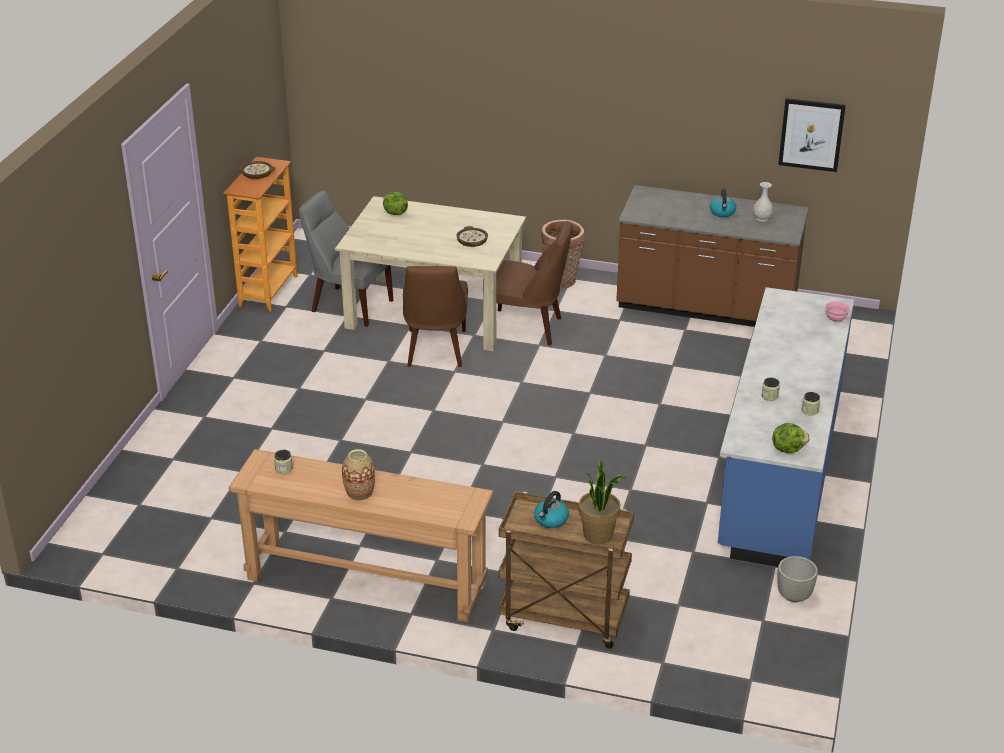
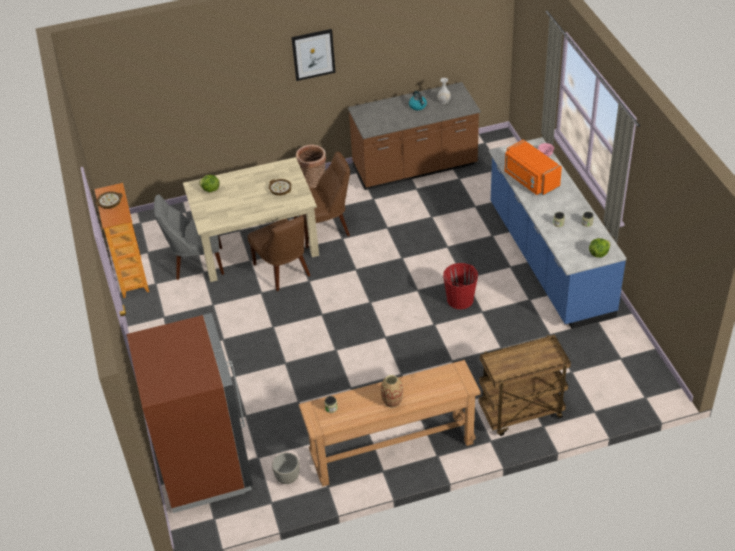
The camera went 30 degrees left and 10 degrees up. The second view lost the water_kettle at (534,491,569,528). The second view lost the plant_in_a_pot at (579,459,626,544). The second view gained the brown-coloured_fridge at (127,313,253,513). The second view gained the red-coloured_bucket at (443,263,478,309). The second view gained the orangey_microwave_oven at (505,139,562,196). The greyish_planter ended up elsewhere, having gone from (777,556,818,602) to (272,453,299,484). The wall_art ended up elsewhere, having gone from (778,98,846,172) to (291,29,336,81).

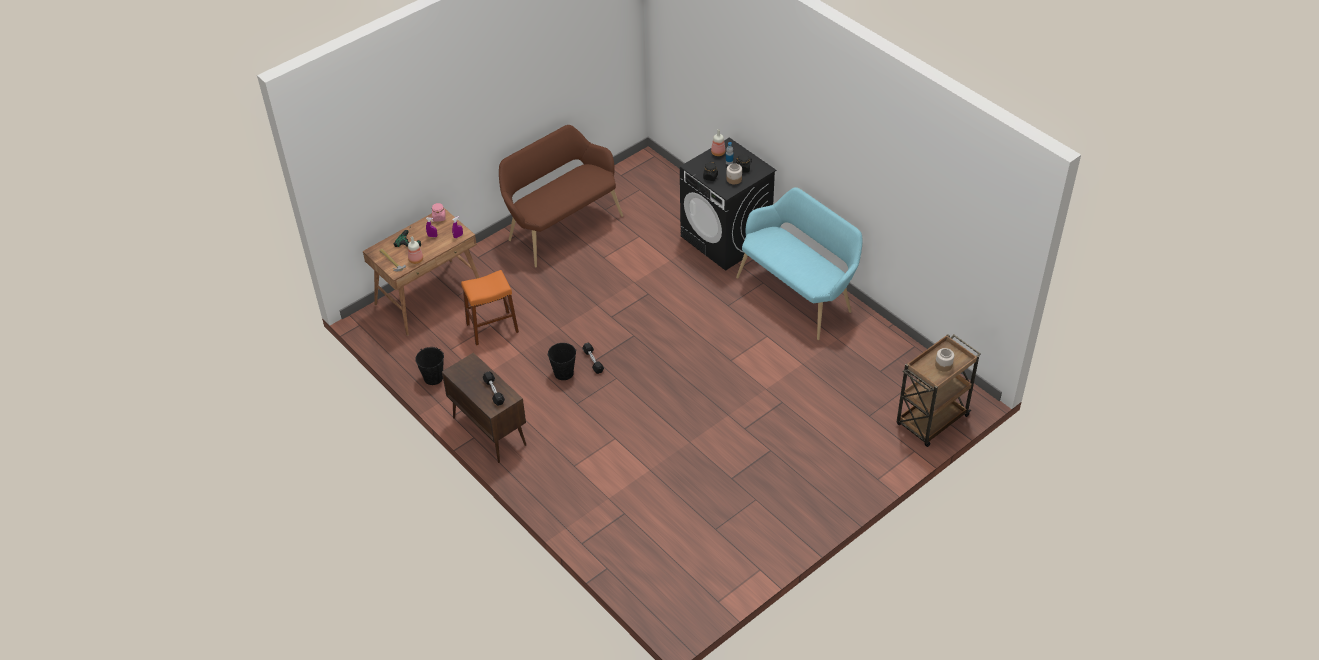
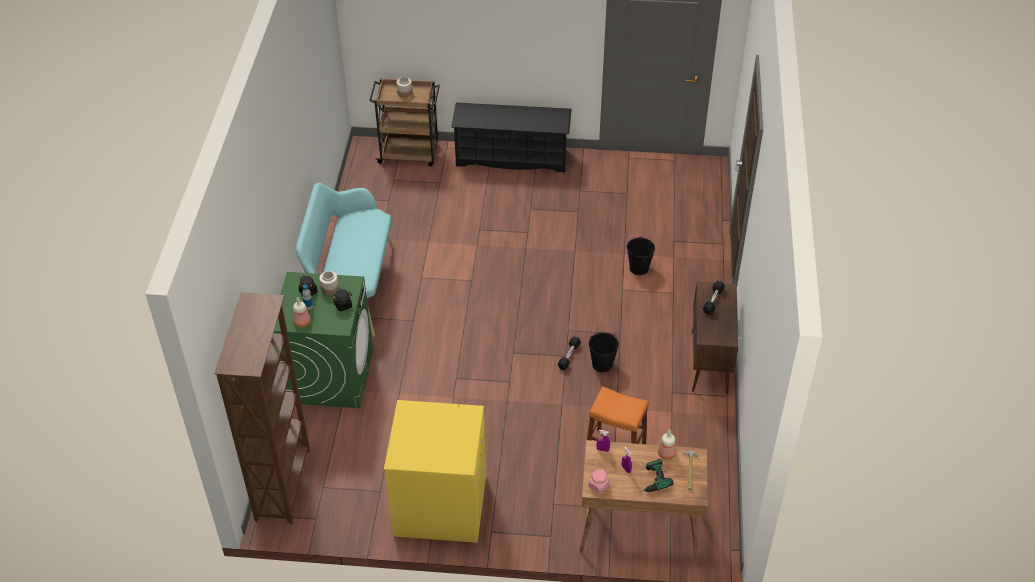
The camera went 135 degrees left and 0 degrees up. The second view gained the brown-coloured_bookcase at (215,292,310,524). The second view gained the black_shoe_shelf at (451,103,572,173). The black_bucket ended up elsewhere, having gone from (415,347,444,385) to (627,236,655,275). Where the brown-coloured_long_seat stood at (499,125,623,267), the yellowish_laundry_appliance came to stand at (384,400,486,543). What was the black_laundry_appliance at (680,137,776,271) turned into the greenish_laundry_appliance at (274,272,373,408).

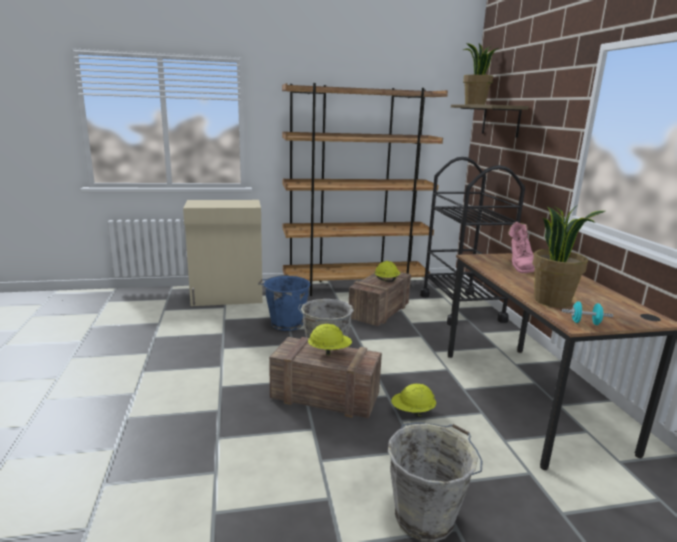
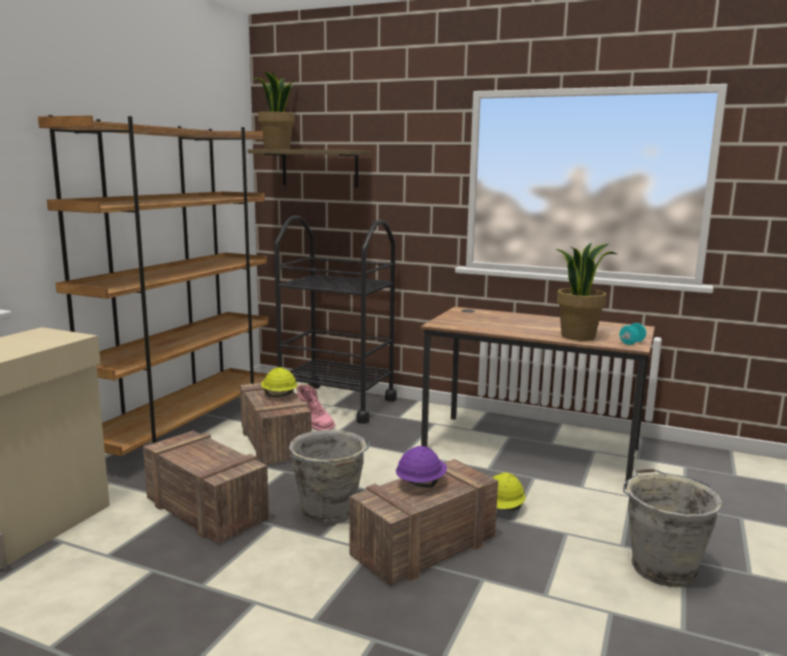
The camera went 55 degrees left and 5 degrees down. The pink-coloured_boot ended up elsewhere, having gone from (508,222,535,273) to (296,384,335,431). Where the blue_bucket stood at (258,275,311,331), the crate came to stand at (143,431,269,544). What was the yellowish_safety_helmet at (308,324,352,355) turned into the purple_safety_helmet at (396,446,447,488).

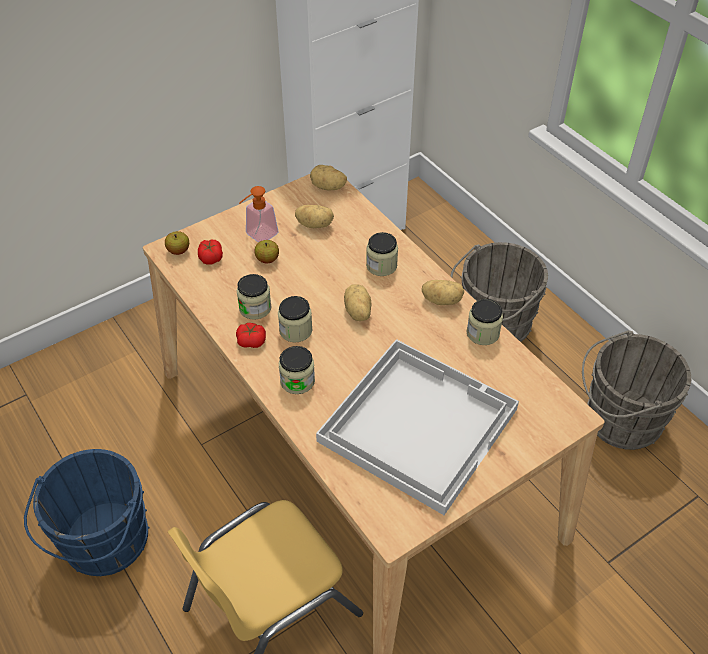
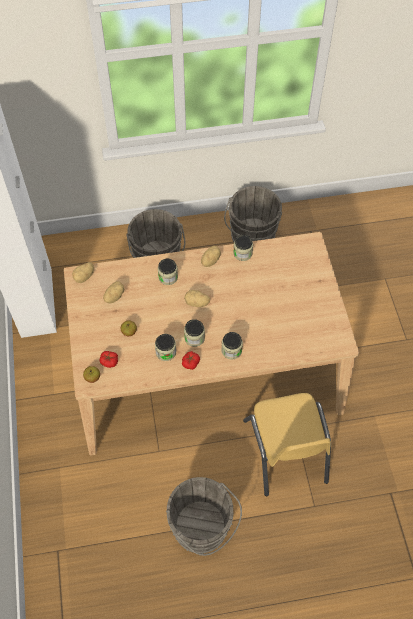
The camera went 65 degrees left and 10 degrees up. The second view lost the soap_bottle at (239,186,279,243). The second view lost the white-coloured_carrying_tray at (316,339,519,515). What was the blue_bucket at (24,449,150,577) turned into the greyish_bucket at (166,477,242,556).

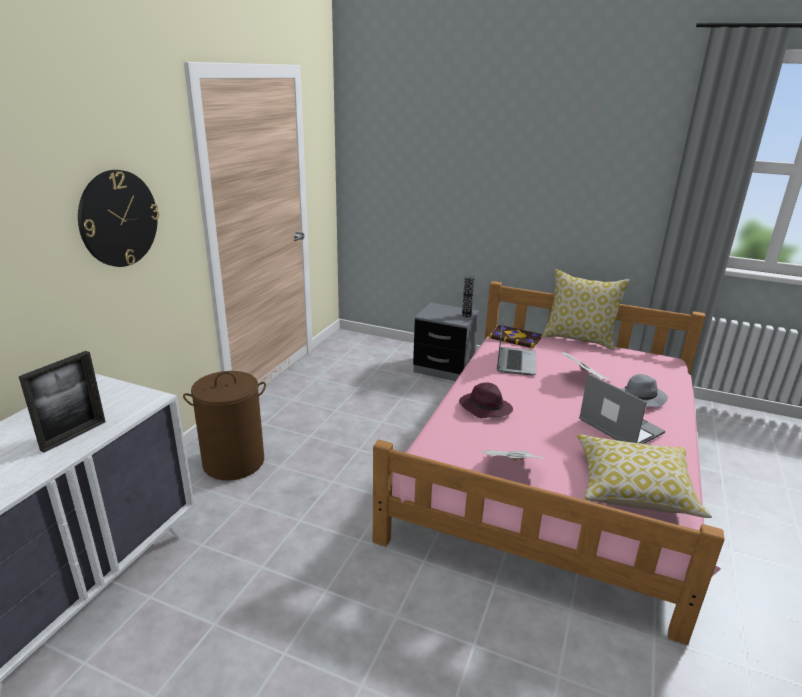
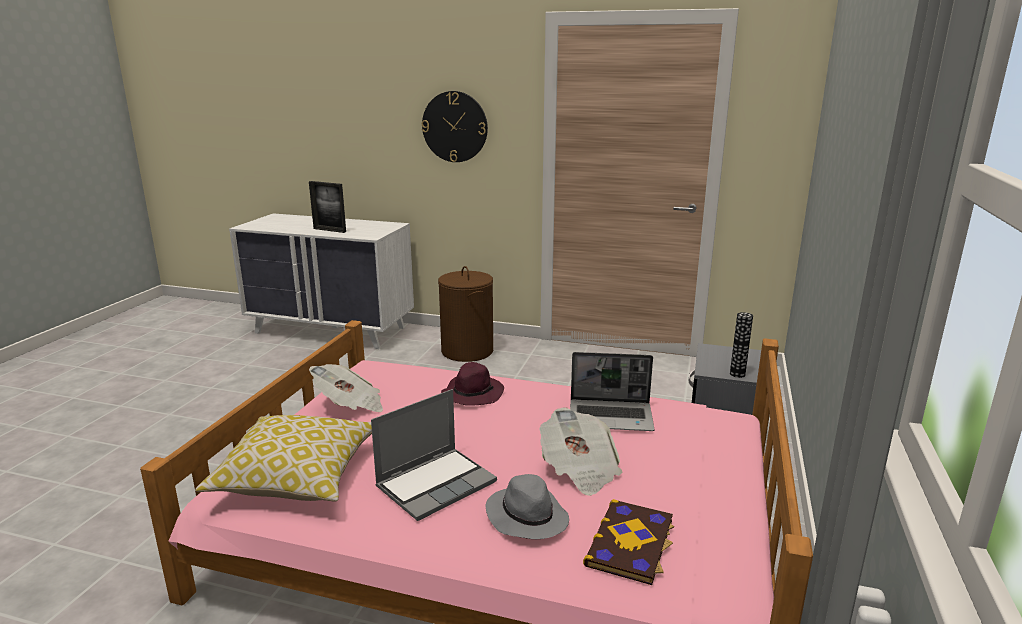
The camera went 85 degrees right and 5 degrees down. The second view lost the pillow at (542,269,630,350). The book ended up elsewhere, having gone from (489,325,542,348) to (583,499,674,585).

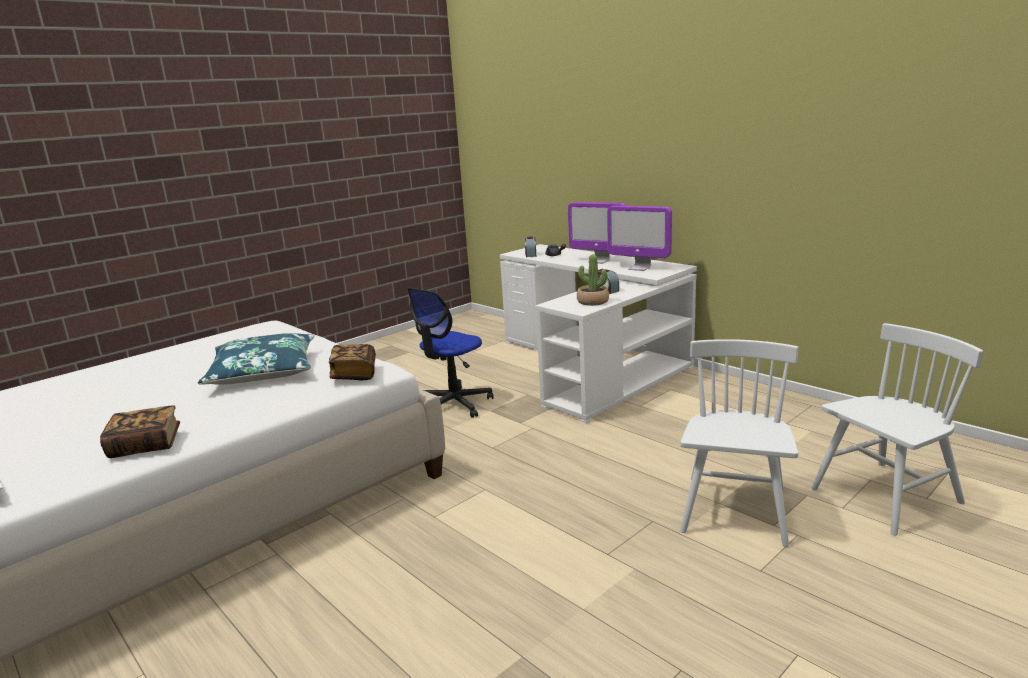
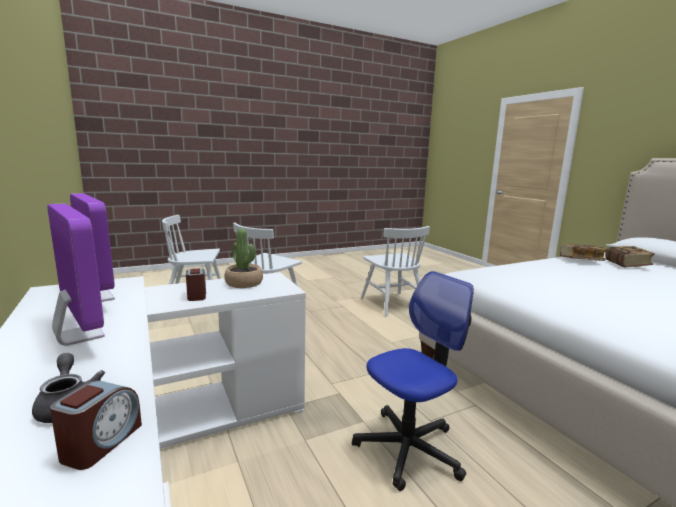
The camera went 165 degrees left and 5 degrees down. The second view lost the blue_pillow at (198,333,314,385). The second view gained the white-coloured_plain_chair at (361,226,430,317). The book ended up elsewhere, having gone from (329,344,376,380) to (605,246,655,267).

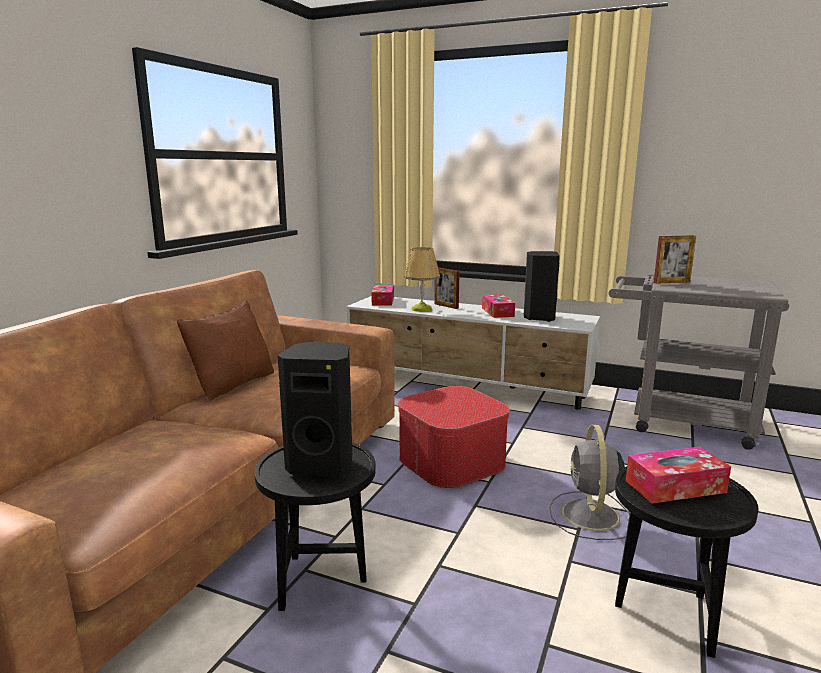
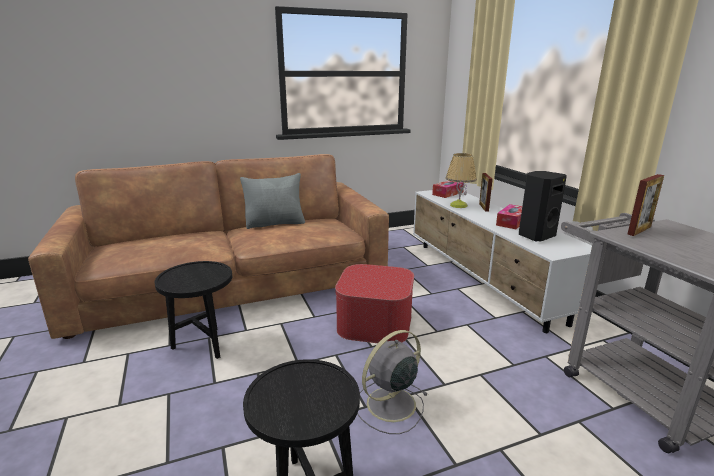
The camera went 45 degrees right and 5 degrees up. The second view lost the black_audio_speaker at (278,342,352,477). The second view lost the tissue_box at (626,447,731,504). What was the brown-coloured_pillow at (177,300,274,401) turned into the greyish_pillow at (240,173,305,229). The photo_frame at (654,236,696,284) ended up facing another way, 75 degrees counterclockwise from before.

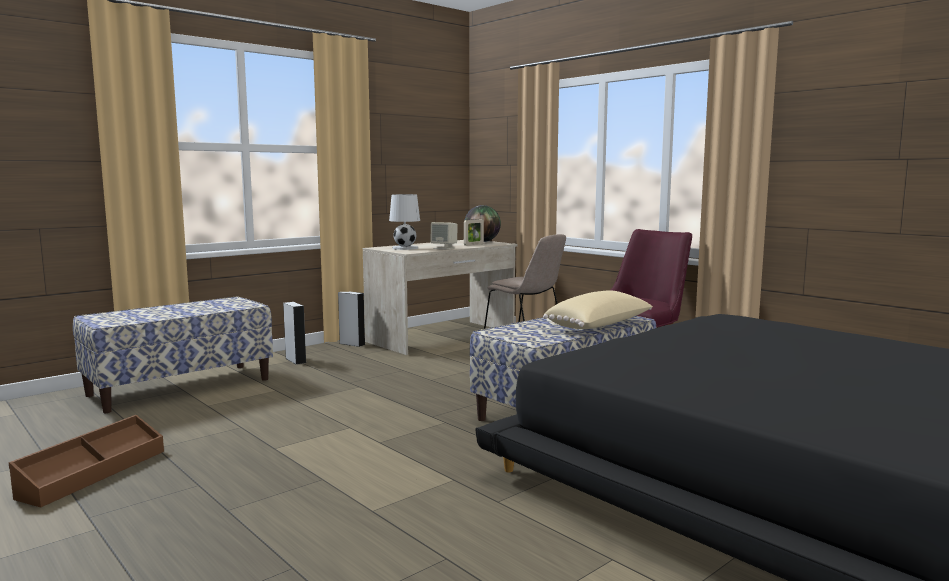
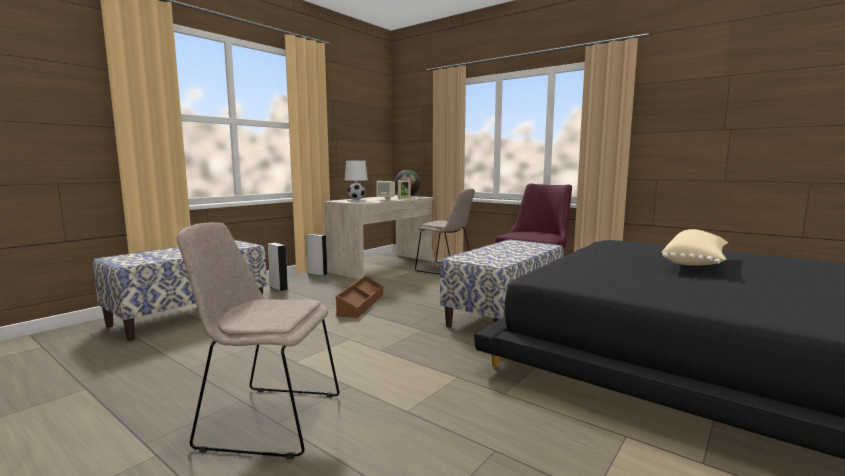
The camera went 10 degrees left and 0 degrees up. The second view gained the sand-coloured_plain_chair at (177,222,339,459). The brown-coloured_storage_box ended up elsewhere, having gone from (9,415,164,507) to (336,276,383,318). The sand-coloured_pillow ended up elsewhere, having gone from (543,290,653,329) to (661,229,728,266).

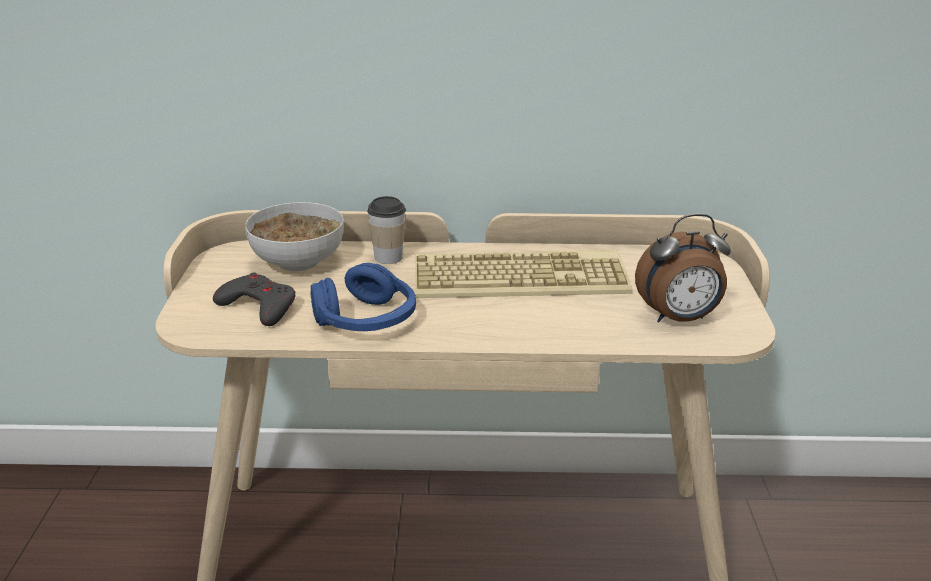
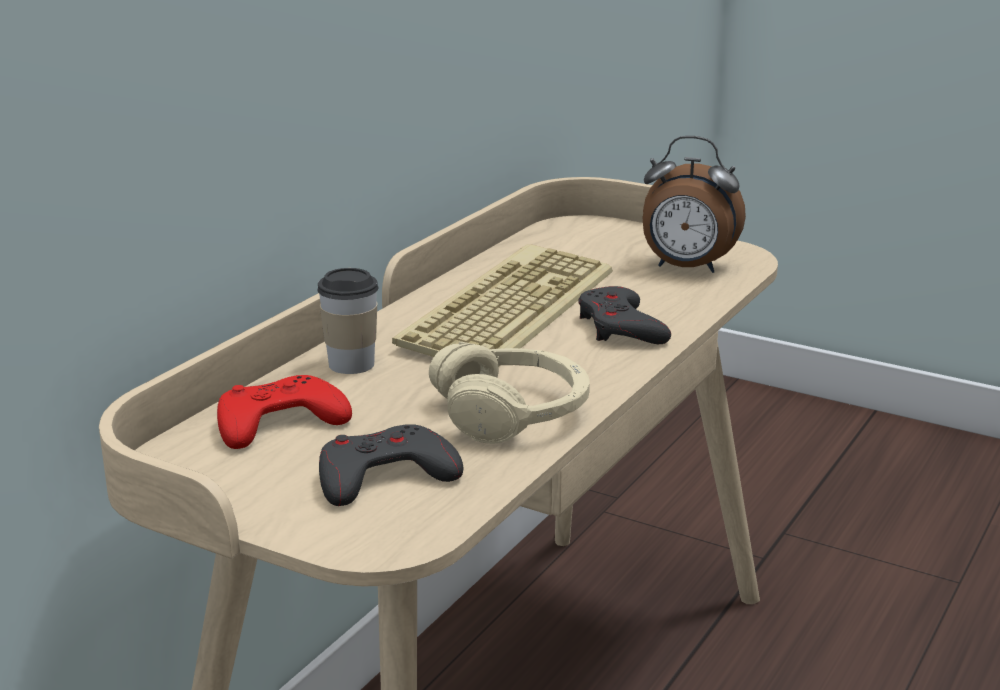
The camera went 60 degrees left and 5 degrees down. The second view gained the greyish_gamepad at (579,286,671,344). Where the serving_bowl stood at (245,202,344,271), the red-coloured_gamepad came to stand at (217,375,352,449). What was the blue_headphones at (311,263,416,331) turned into the sand-coloured_headphones at (429,342,590,444). The bedside_clock at (635,214,731,323) ended up facing another way, 90 degrees clockwise from before.

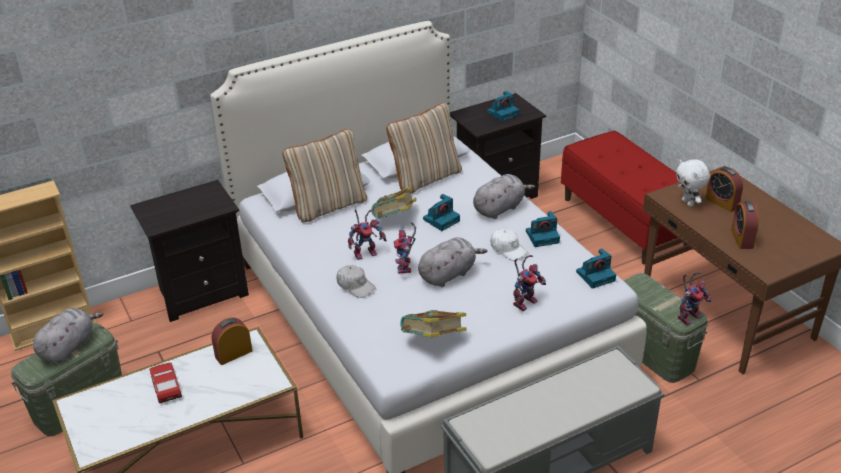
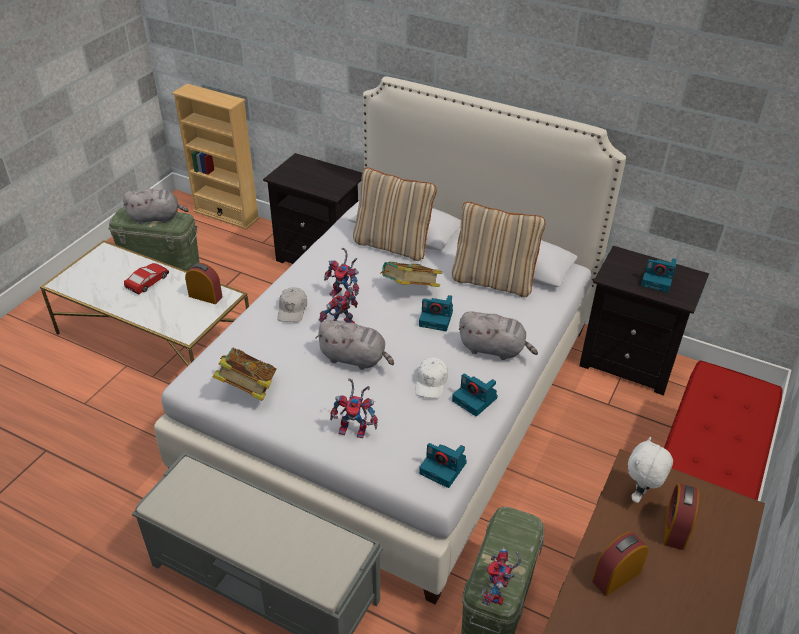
The camera went 55 degrees right and 5 degrees up. The robot_figure at (678,272,711,325) ended up facing another way, 90 degrees clockwise from before.

